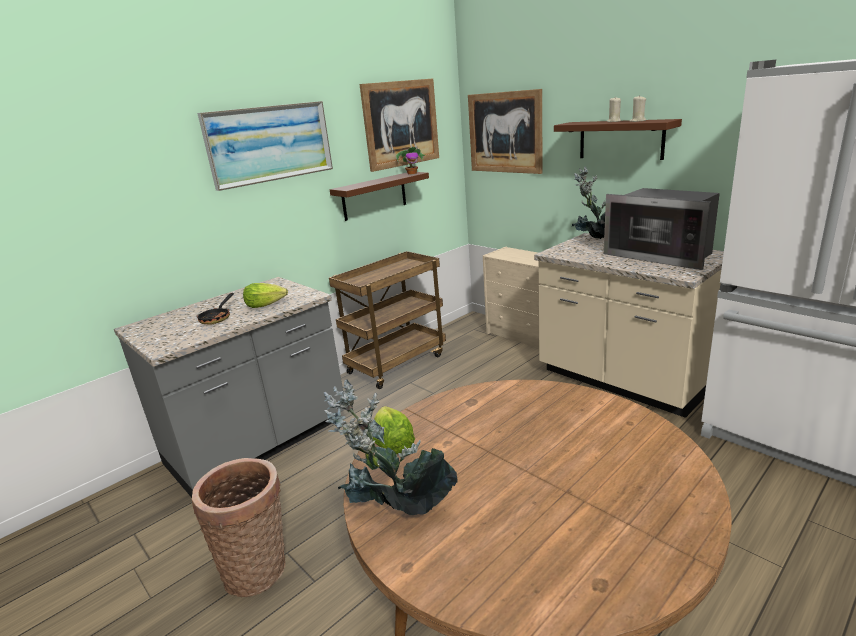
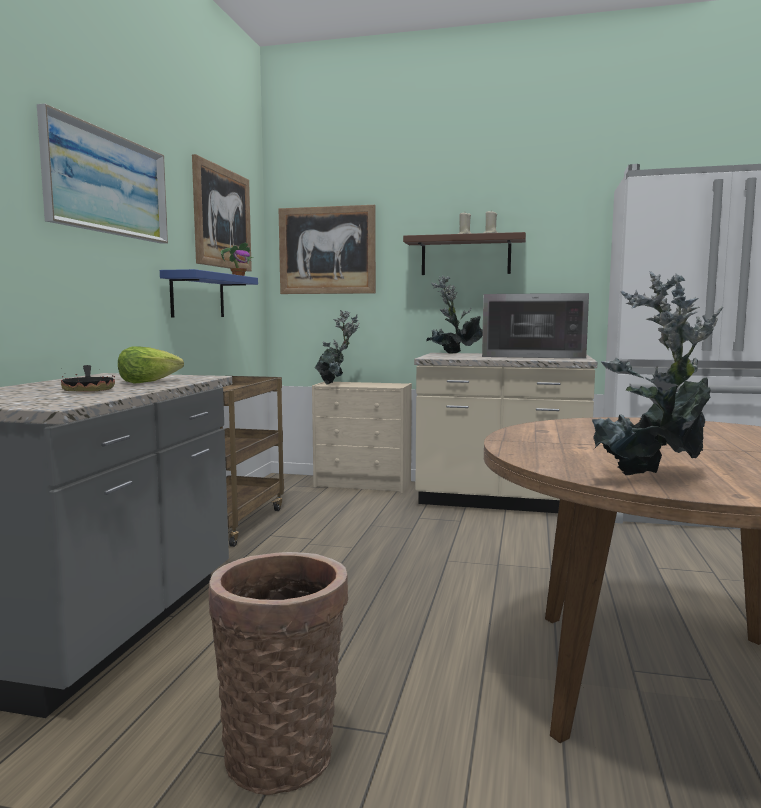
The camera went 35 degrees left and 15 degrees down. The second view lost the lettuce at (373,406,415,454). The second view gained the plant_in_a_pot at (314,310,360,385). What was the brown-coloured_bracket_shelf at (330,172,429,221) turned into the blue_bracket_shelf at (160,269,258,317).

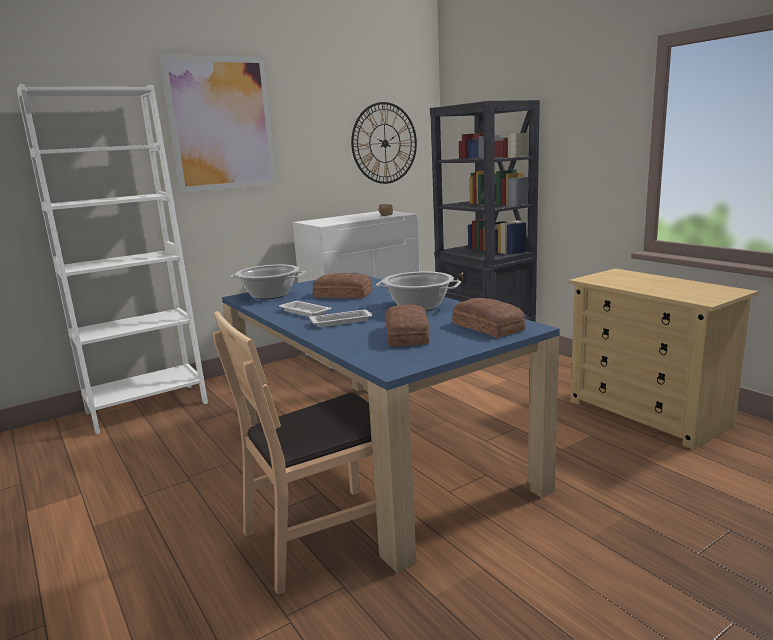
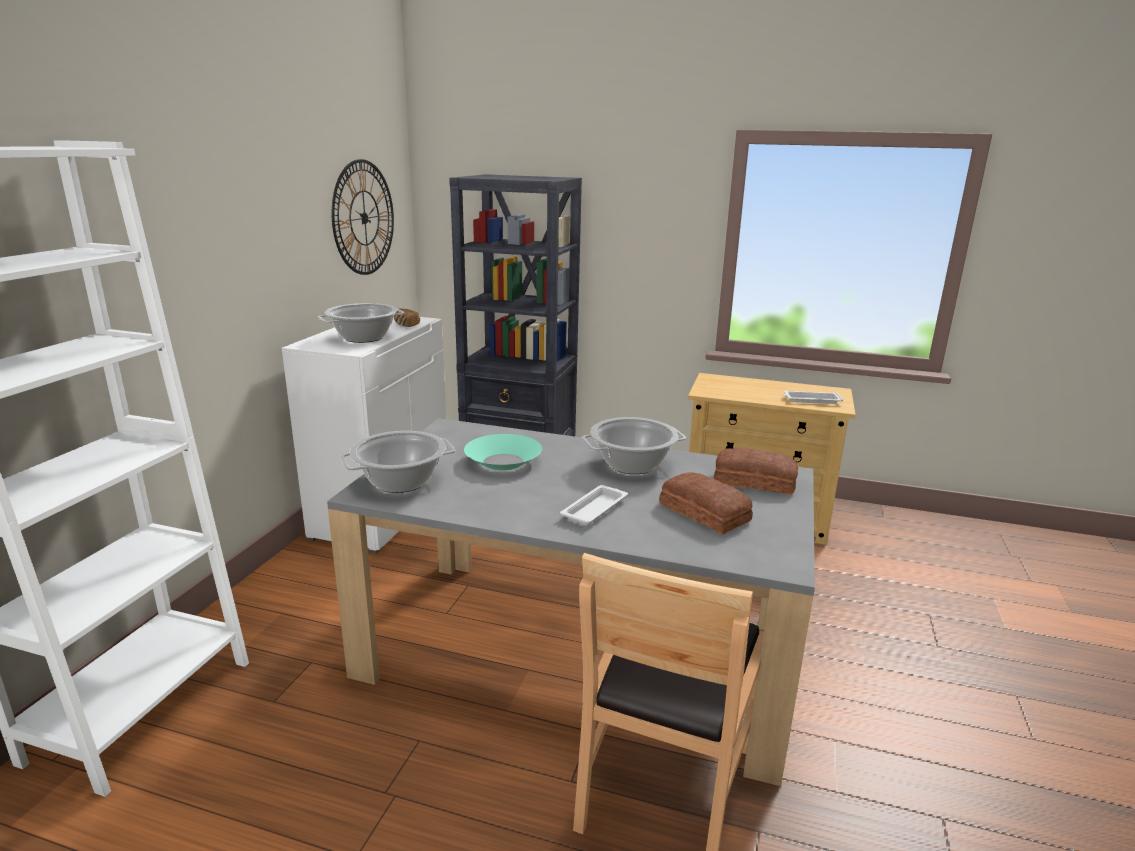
The camera went 40 degrees left and 5 degrees up. The second view lost the wall_art at (159,54,277,193). The second view gained the stockpot at (318,303,405,343). The white-coloured_carrying_tray ended up elsewhere, having gone from (279,301,331,317) to (783,391,843,404). Where the baked_bread stood at (312,273,373,298), the blue-green_serving_bowl came to stand at (464,434,542,470). What was the blue_dining_table at (222,272,560,573) turned into the greyish_dining_table at (327,418,815,786).

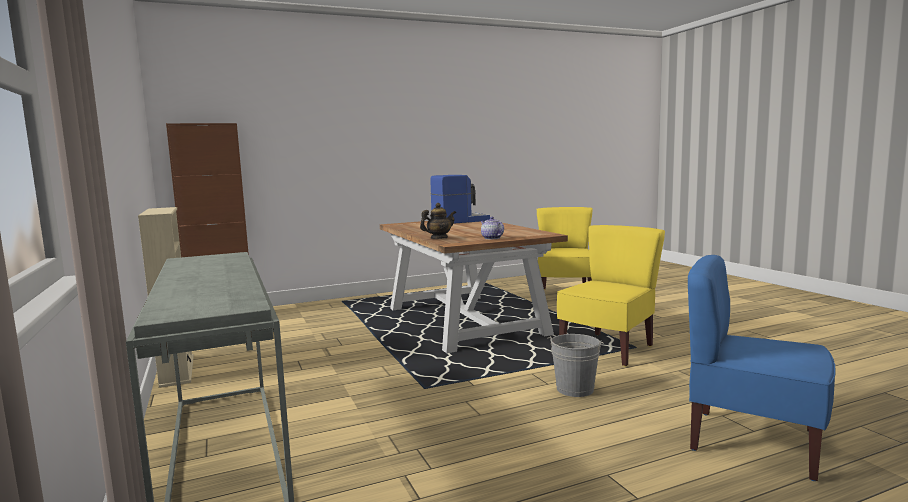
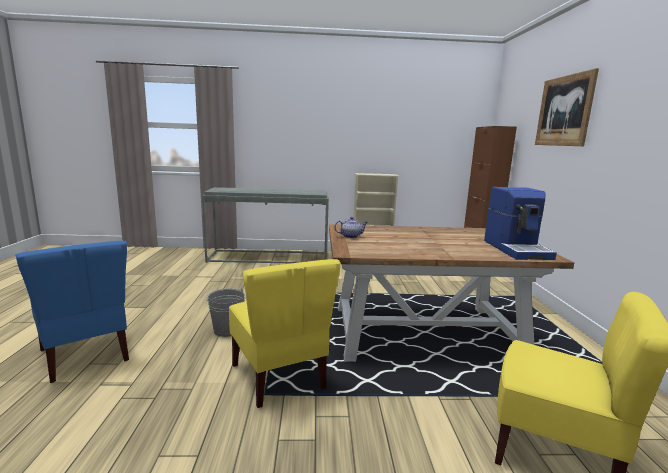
The camera went 110 degrees right and 5 degrees up. The second view lost the teapot at (420,203,456,239). The second view gained the wall_art at (535,68,599,146). The blue_plain_chair at (688,255,836,481) ended up facing another way, 90 degrees clockwise from before.

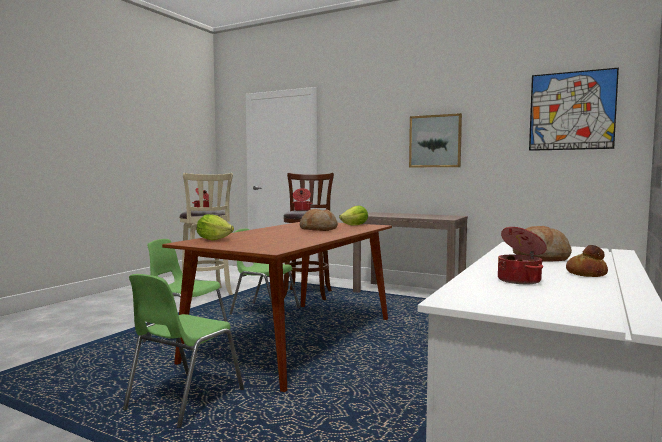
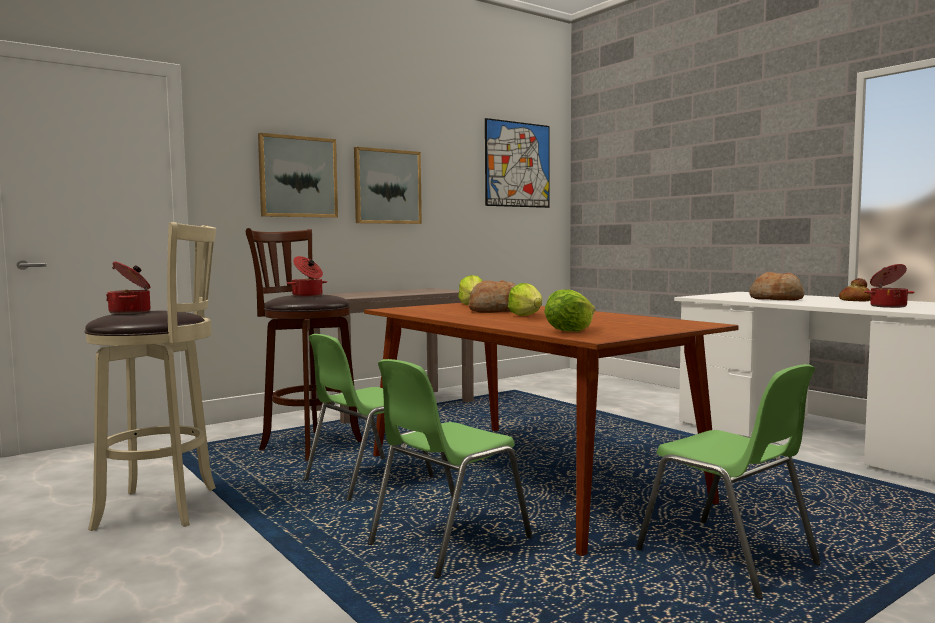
The camera went 65 degrees left and 0 degrees up. The second view gained the wall_art at (258,133,338,218). The second view gained the lettuce at (508,283,542,316).

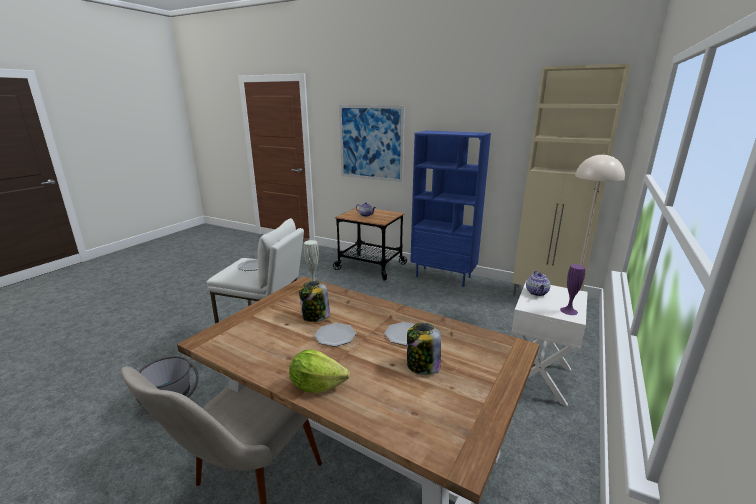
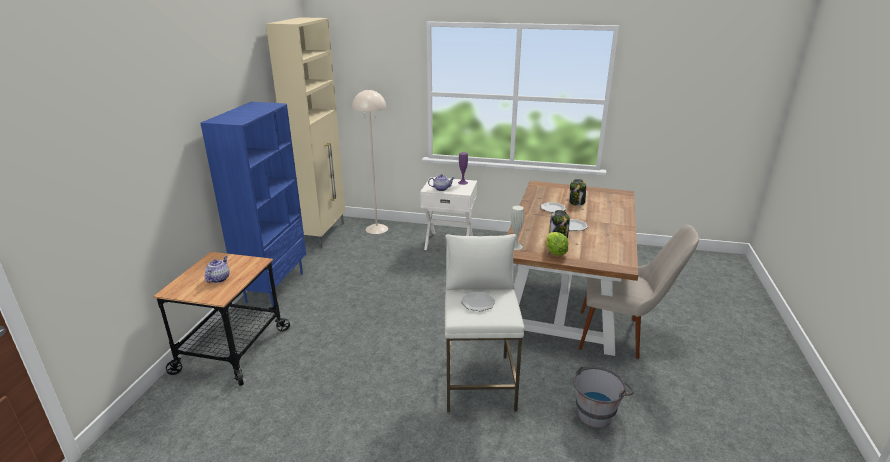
The camera went 105 degrees left and 5 degrees up. The second view lost the wall_art at (339,105,405,182). The lettuce ended up elsewhere, having gone from (289,350,350,393) to (546,232,568,255).

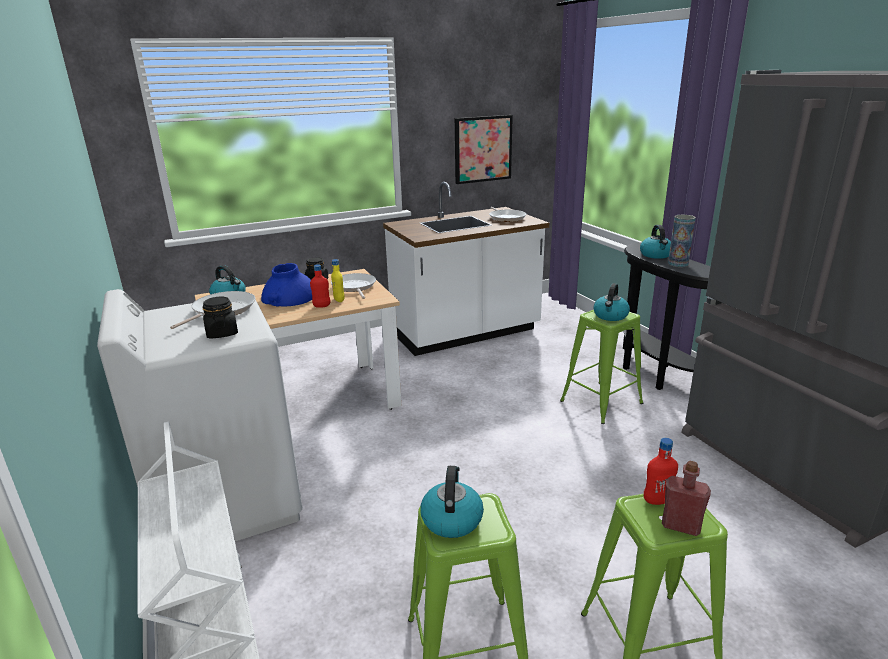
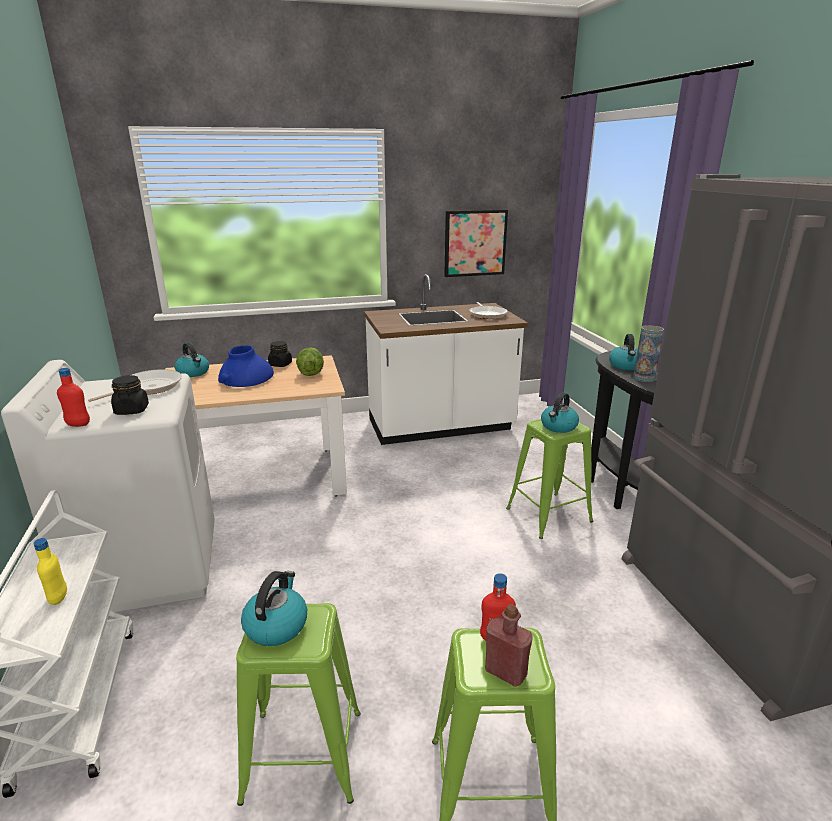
The camera went 10 degrees right and 0 degrees up. The red-coloured_beverage_bottle ended up elsewhere, having gone from (310,264,330,308) to (57,368,90,427). The yellowish_beverage_bottle ended up elsewhere, having gone from (331,259,345,302) to (33,538,67,605). Where the pan stood at (331,273,376,299), the lettuce came to stand at (296,347,324,376).

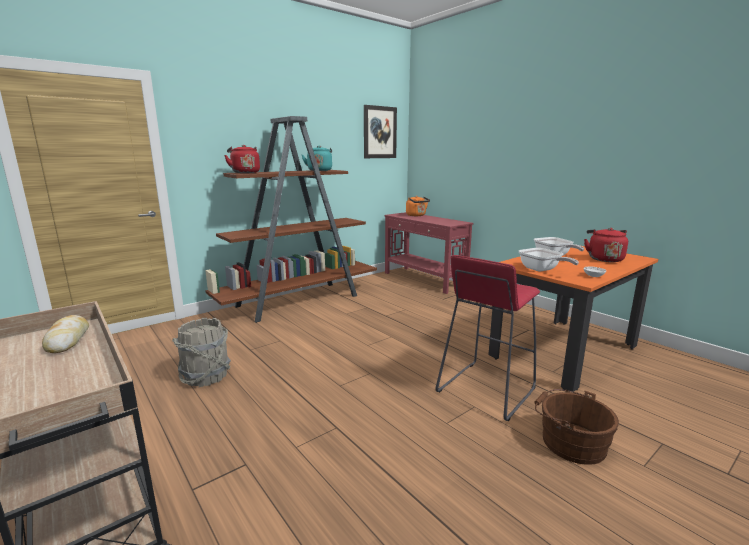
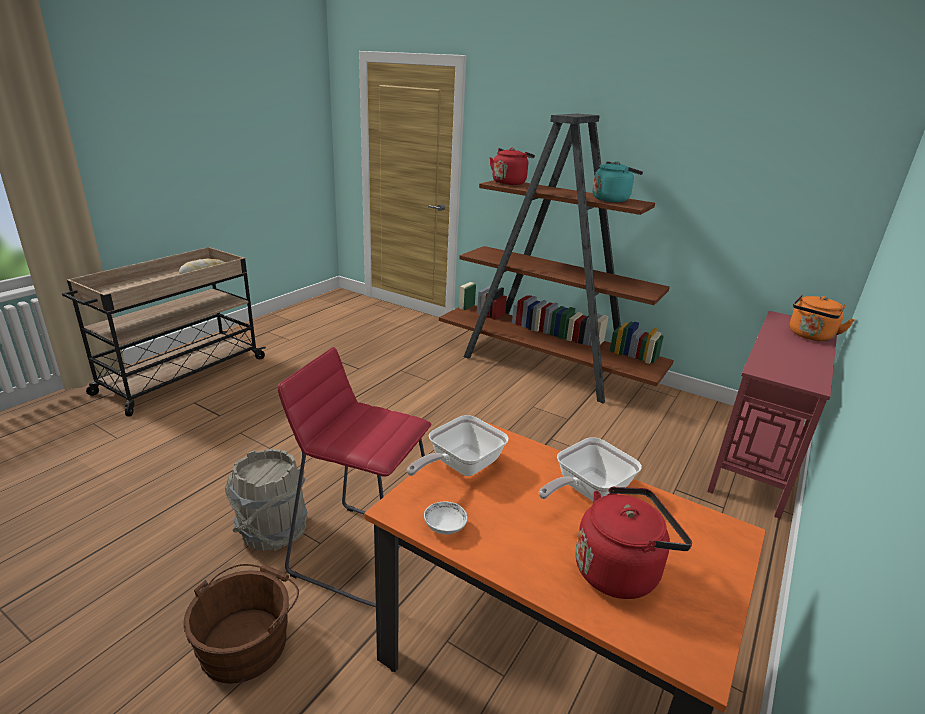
The camera went 70 degrees right and 10 degrees up. The second view lost the wall_art at (364,105,397,158). The greyish_bucket ended up elsewhere, having gone from (172,318,231,387) to (225,449,308,551).

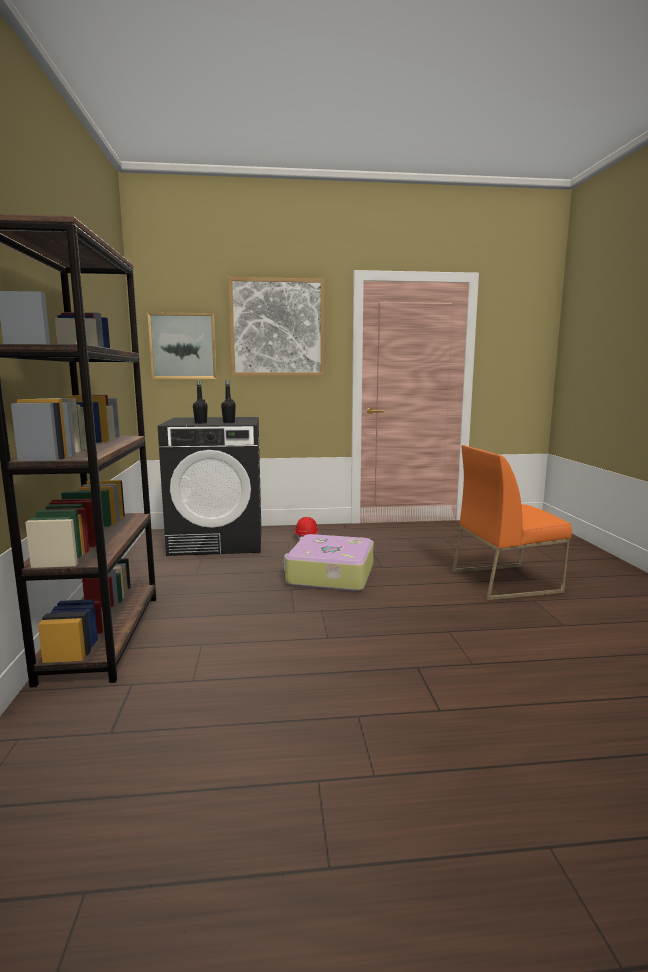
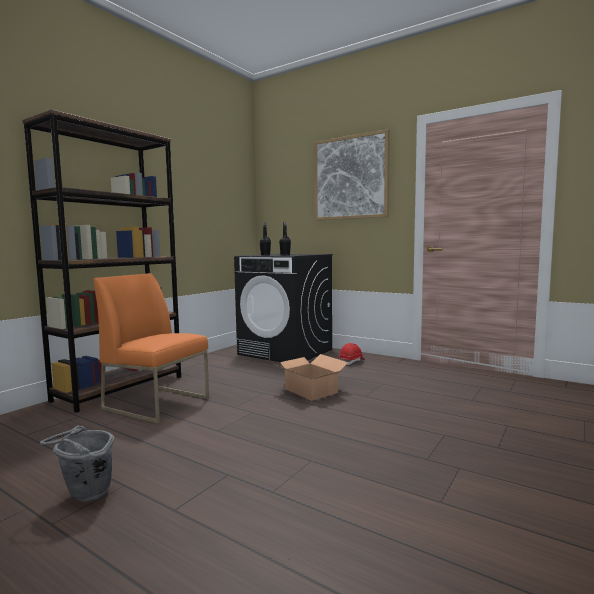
The camera went 40 degrees right and 5 degrees down. The second view lost the wall_art at (147,312,217,379). The second view gained the greyish_bucket at (40,426,115,502). The orangey_plain_chair ended up elsewhere, having gone from (452,445,572,600) to (94,273,209,424). Where the travel_case stood at (283,534,374,591), the carton came to stand at (275,354,348,401).

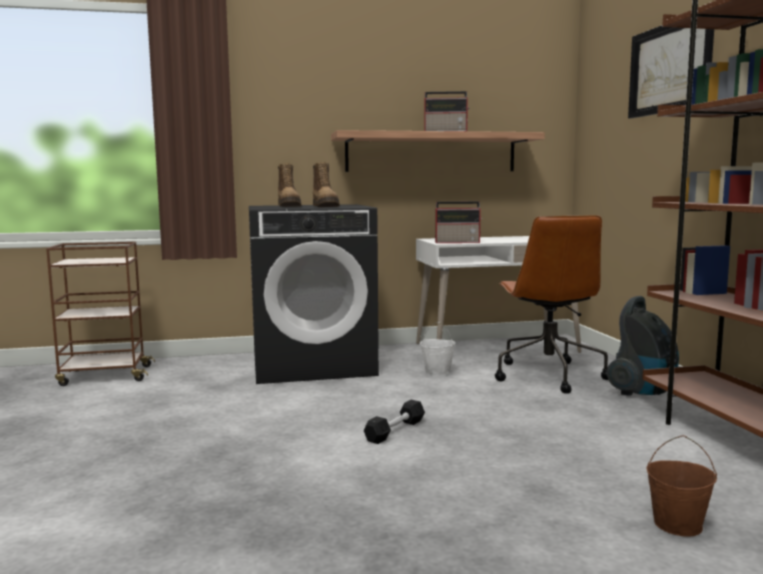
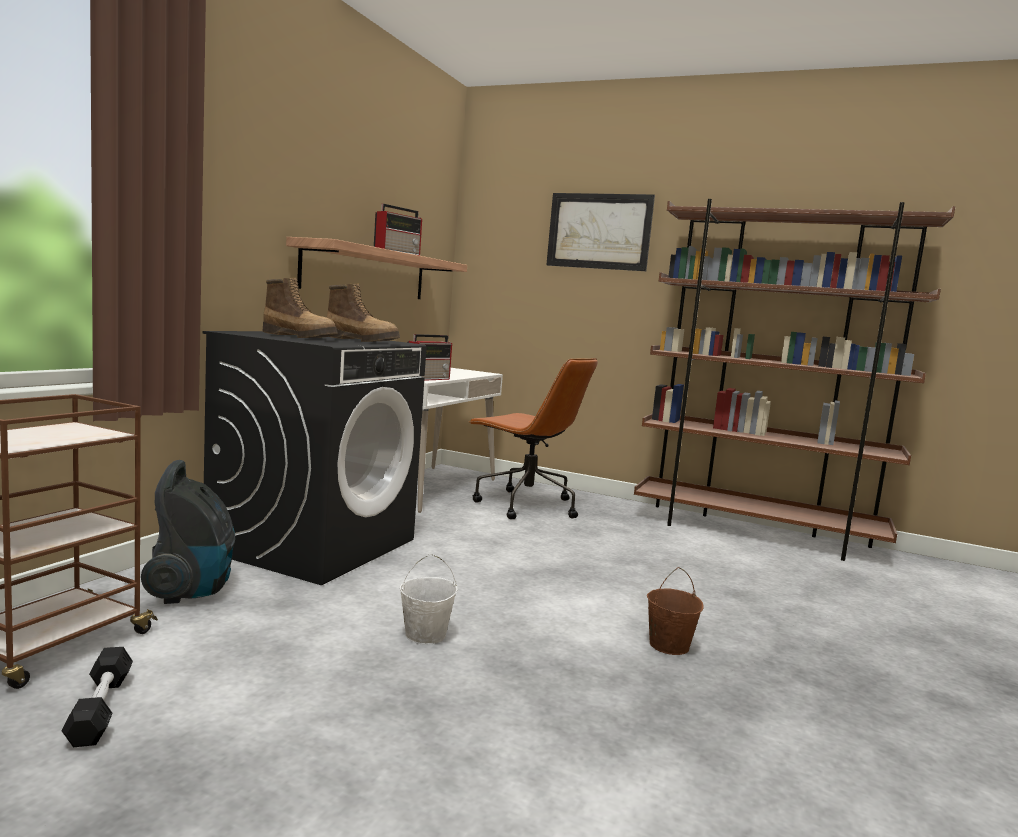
The camera went 55 degrees left and 0 degrees up. The black_free_weight ended up elsewhere, having gone from (364,400,425,444) to (61,647,133,747). The white-coloured_bucket ended up elsewhere, having gone from (420,322,455,376) to (400,554,458,645). The vacuum_cleaner ended up elsewhere, having gone from (607,296,679,396) to (141,460,236,604). The brown-coloured_bucket ended up elsewhere, having gone from (646,435,717,537) to (647,567,704,655).

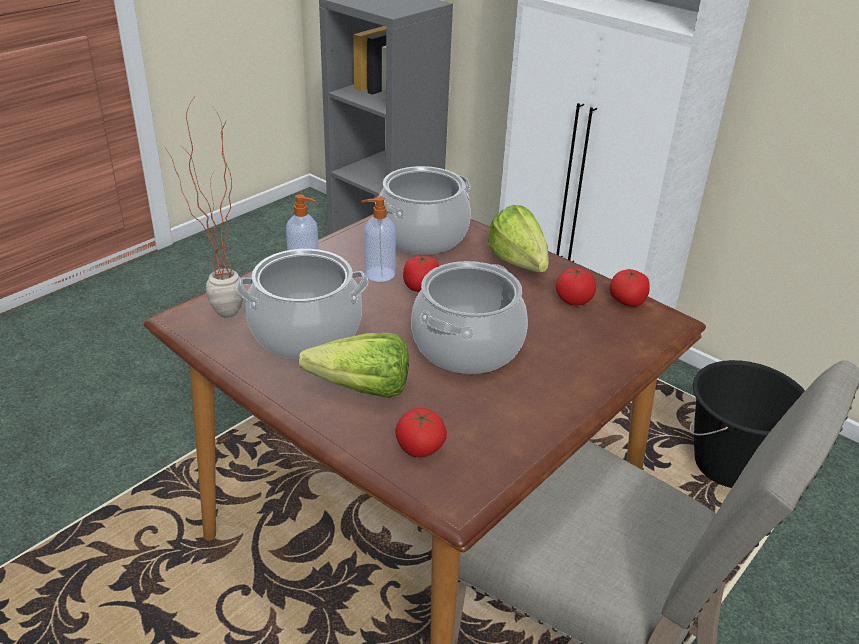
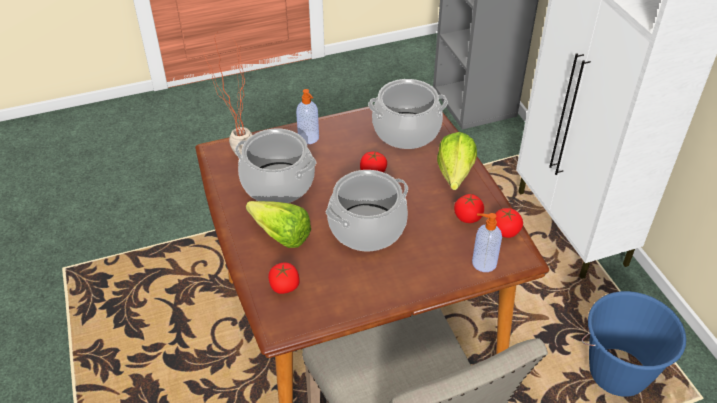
The camera went 30 degrees right and 10 degrees up. The soap_bottle ended up elsewhere, having gone from (361,196,396,282) to (472,213,502,272). What was the black_bucket at (690,360,805,488) turned into the blue_bucket at (582,291,686,397).

